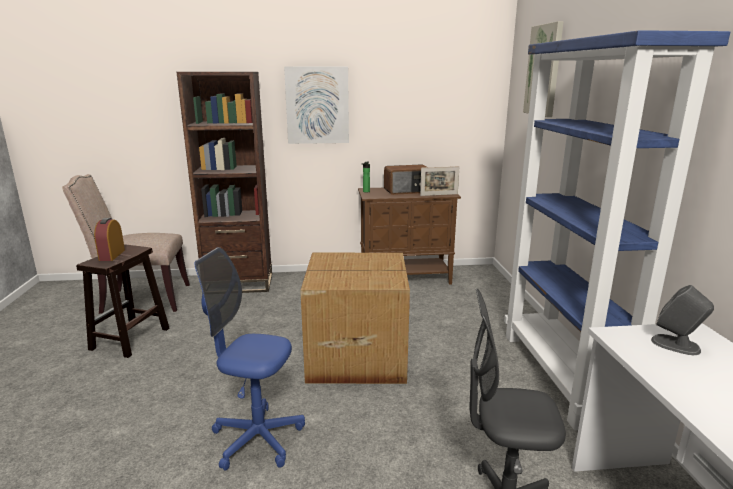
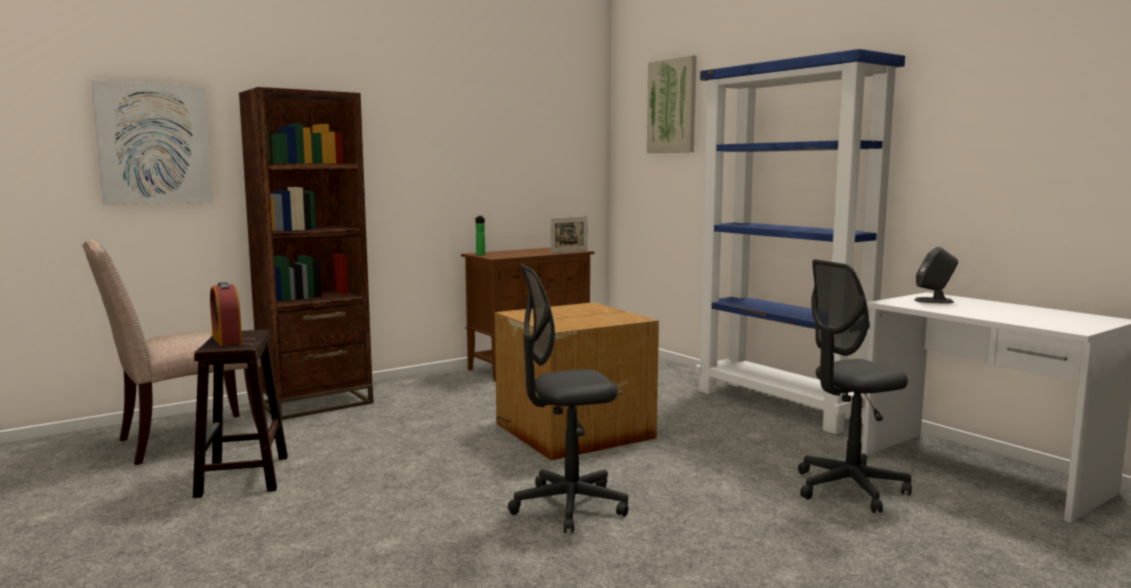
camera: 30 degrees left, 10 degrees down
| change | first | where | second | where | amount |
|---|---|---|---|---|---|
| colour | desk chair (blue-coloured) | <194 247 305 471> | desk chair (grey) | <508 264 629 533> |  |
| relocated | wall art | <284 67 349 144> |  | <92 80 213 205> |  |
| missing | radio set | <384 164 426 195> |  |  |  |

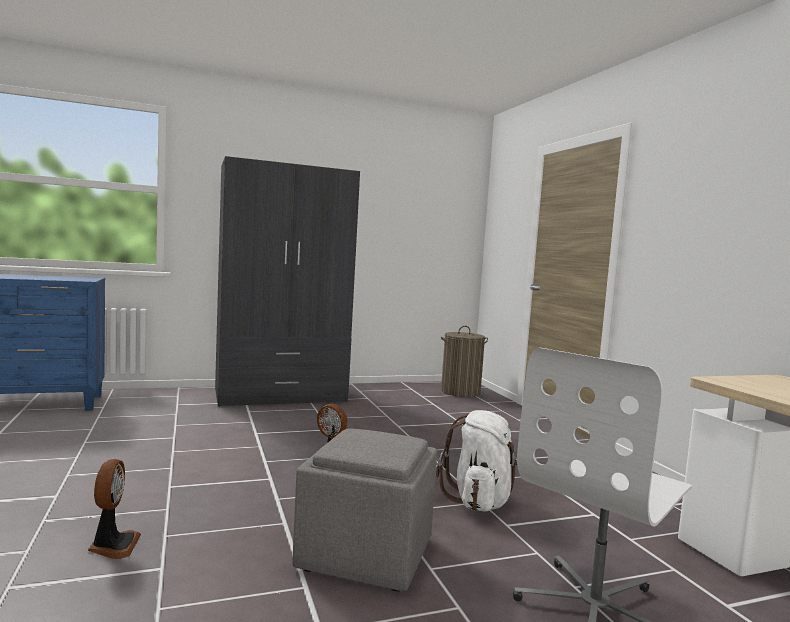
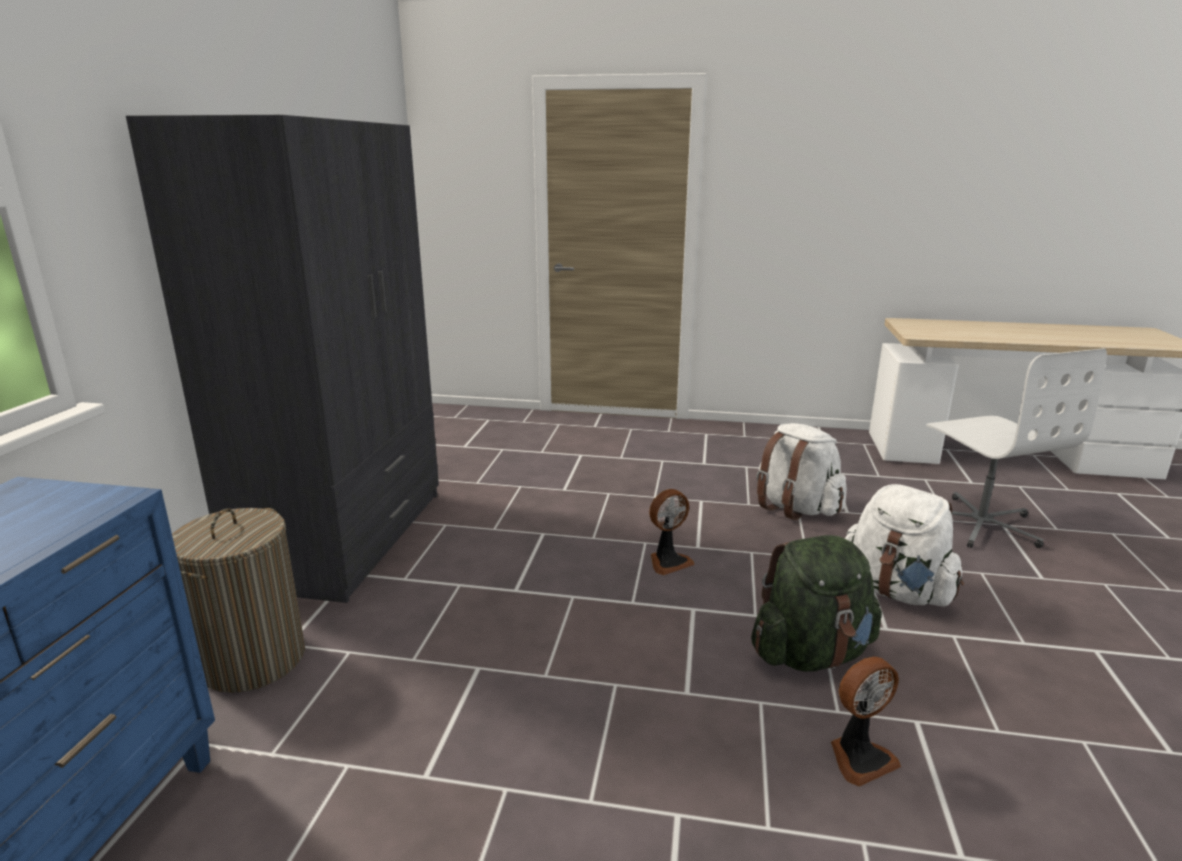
camera: 60 degrees left, 15 degrees up
| change | first | where | second | where | amount |
|---|---|---|---|---|---|
| spun | cooling fan | <88 459 141 559> |  | <831 657 901 787> | 135 degrees clockwise |
| exchanged | ottoman (grey) | <292 428 437 591> | knapsack (whitish) | <845 484 964 607> |  |
| relocated | hamper | <441 326 488 397> |  | <172 508 305 693> |  |
| appeared |  |  | knapsack (greenish) | <751 535 882 671> |  |

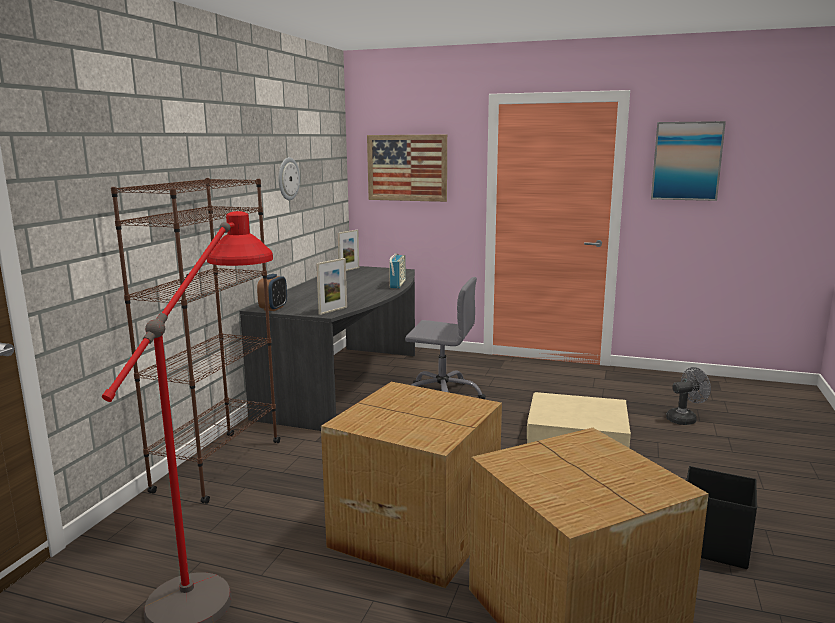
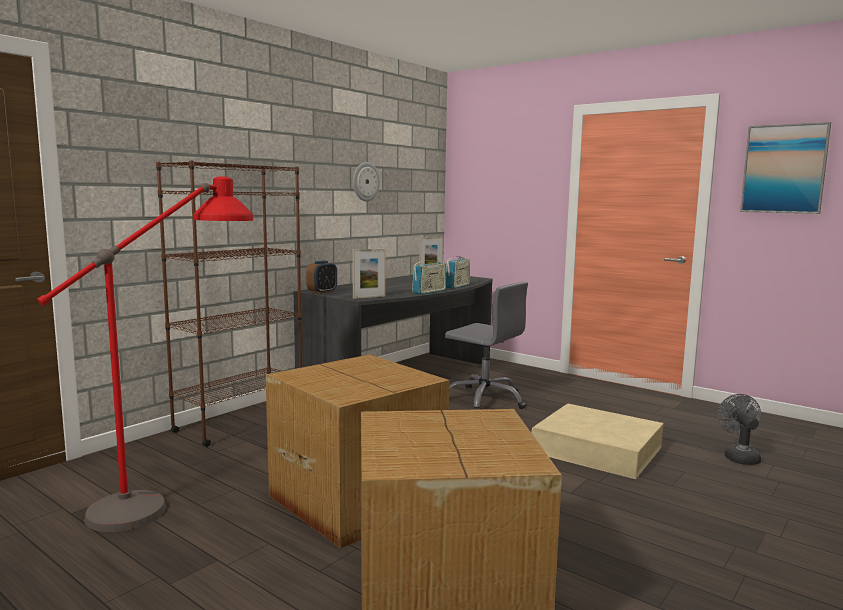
camera: 20 degrees right, 5 degrees down
| change | first | where | second | where | amount |
|---|---|---|---|---|---|
| missing | wall art | <367 134 447 202> |  |  |  |
| spun | cooling fan (grey) | <666 367 711 425> |  | <717 394 761 465> | 90 degrees counterclockwise |
| missing | storage box (blackish) | <686 466 757 569> |  |  |  |
| appeared |  |  | radio set | <412 258 446 295> |  |

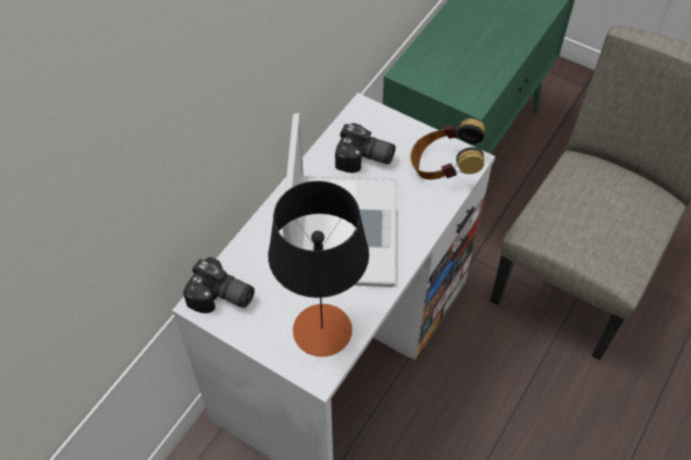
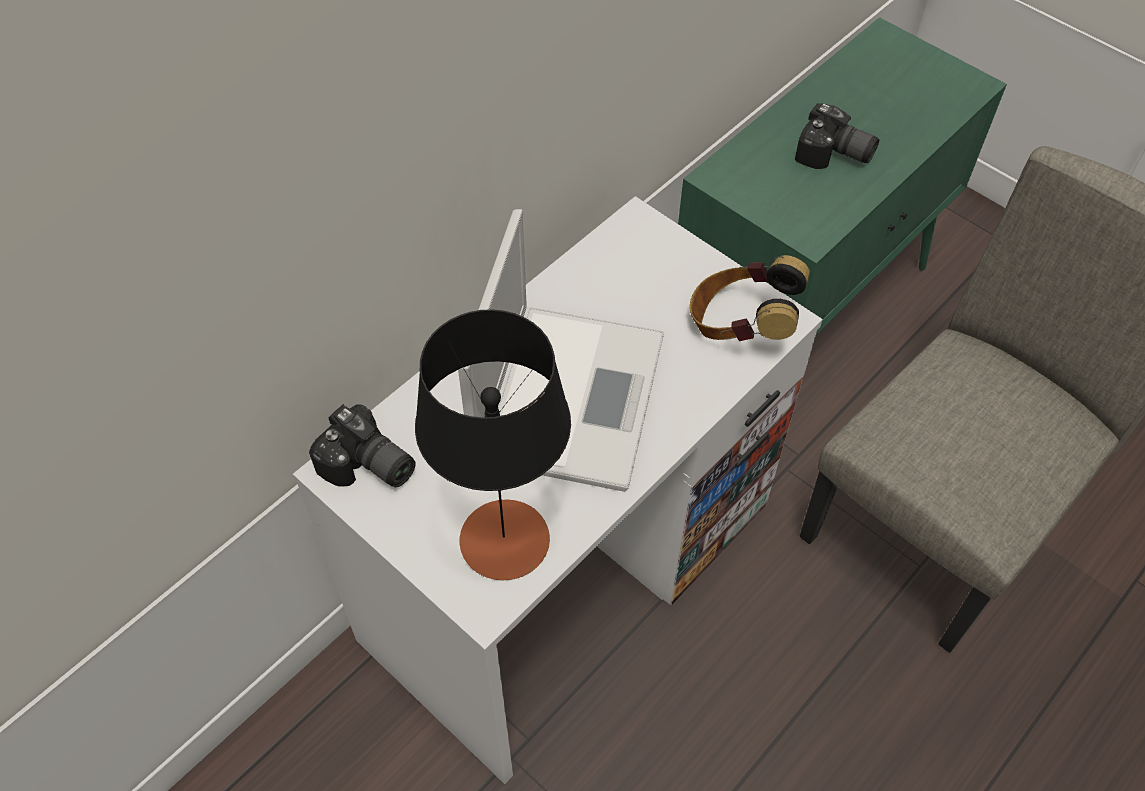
camera: 10 degrees right, 0 degrees up
| change | first | where | second | where | amount |
|---|---|---|---|---|---|
| relocated | still camera | <335 123 396 173> |  | <795 103 879 169> |  |

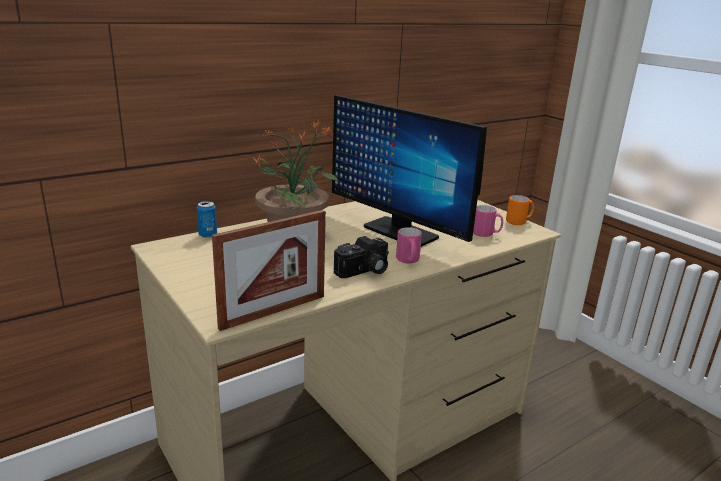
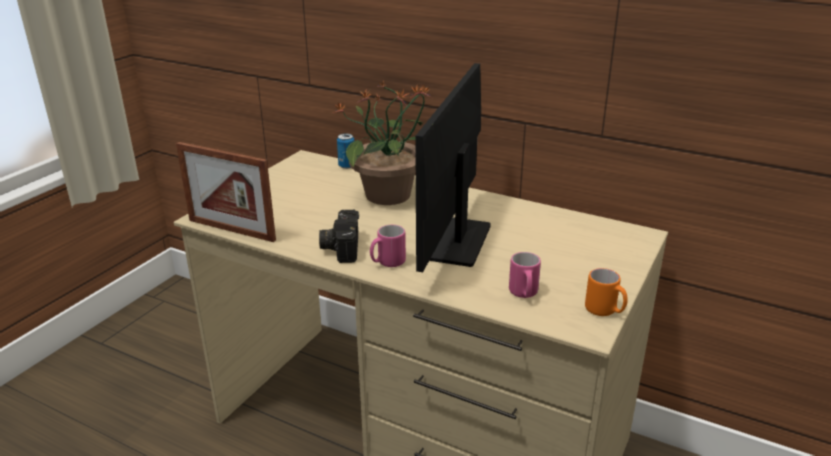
camera: 65 degrees right, 5 degrees up
| change | first | where | second | where | amount |
|---|---|---|---|---|---|
| spun | still camera | <334 236 389 278> |  | <319 210 359 263> | 60 degrees clockwise |

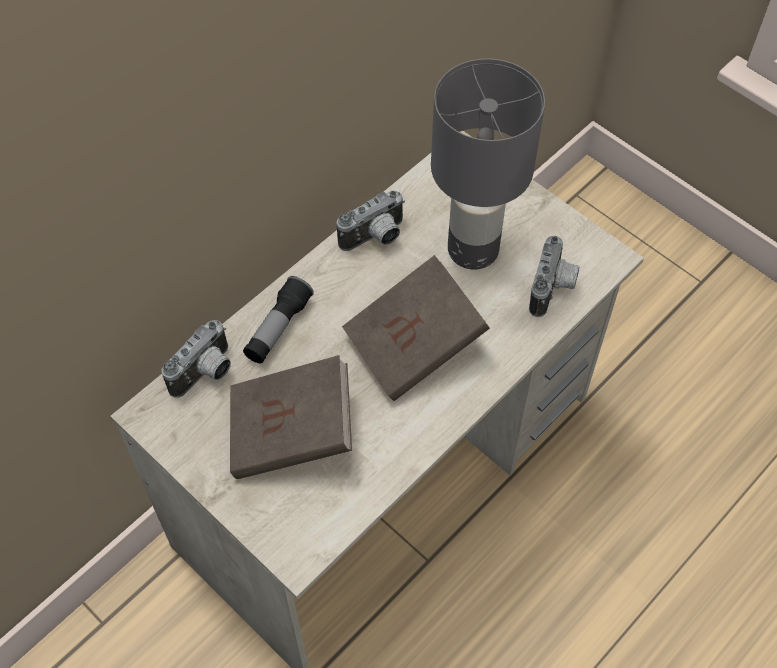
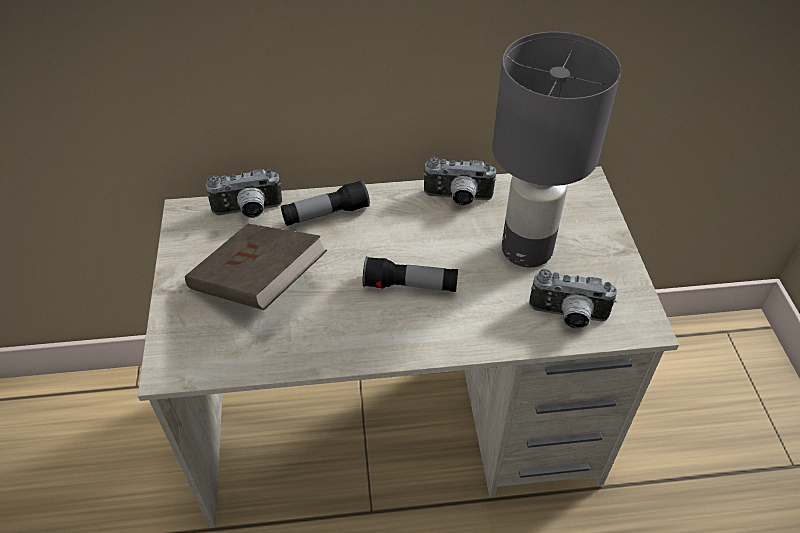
camera: 40 degrees right, 10 degrees down
| change | first | where | second | where | amount |
|---|---|---|---|---|---|
| exchanged | volume (brown-coloured) | <342 255 490 401> | torch | <363 256 458 292> |  |
| spun | still camera | <529 236 579 317> |  | <529 269 617 329> | 45 degrees clockwise |

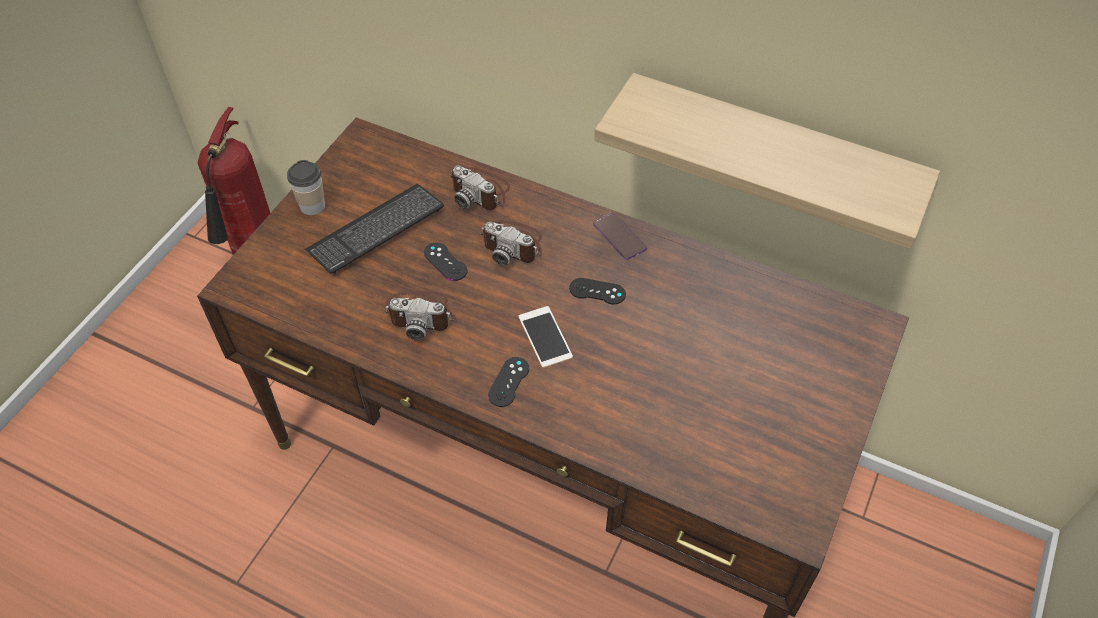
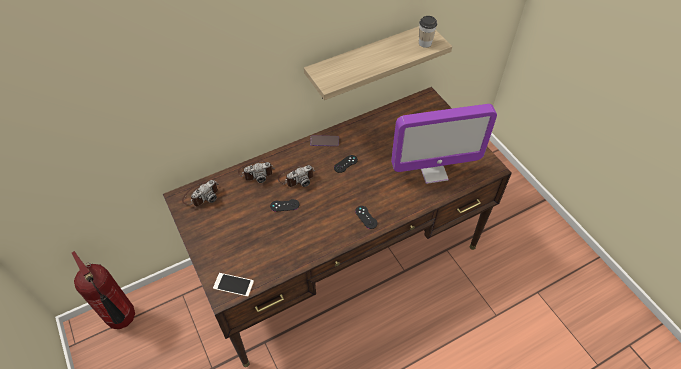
camera: 55 degrees left, 0 degrees up
| change | first | where | second | where | amount |
|---|---|---|---|---|---|
| relocated | small cup | <287 160 325 215> |  | <419 16 437 48> |  |
| missing | keyboard | <305 184 444 274> |  |  |  |
| relocated | still camera | <383 291 455 340> |  | <182 180 218 206> |  |
| relocated | telephone | <518 306 573 368> |  | <213 273 254 297> |  |
| appeared |  |  | computer display | <391 104 497 184> |  |

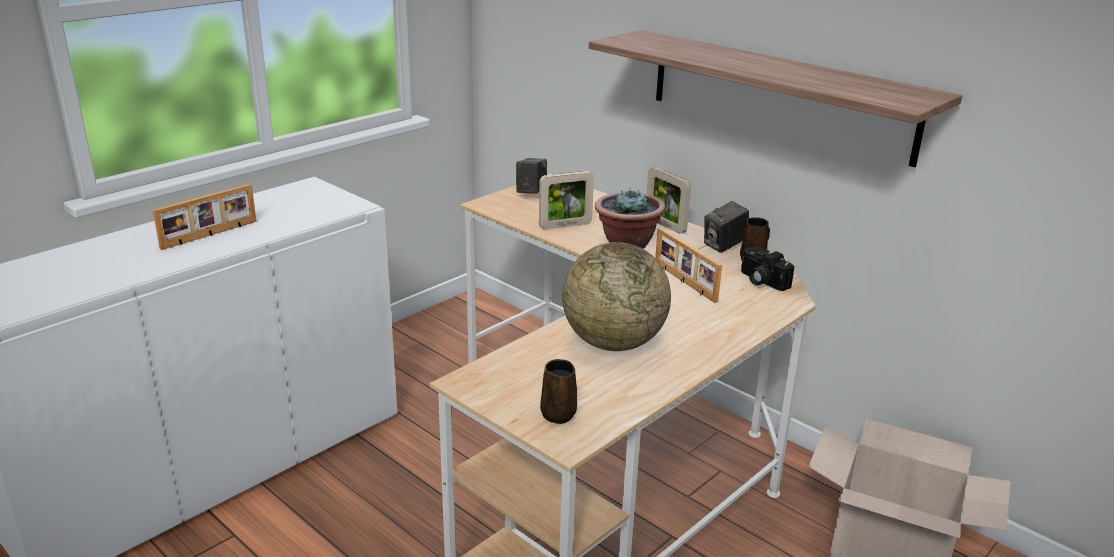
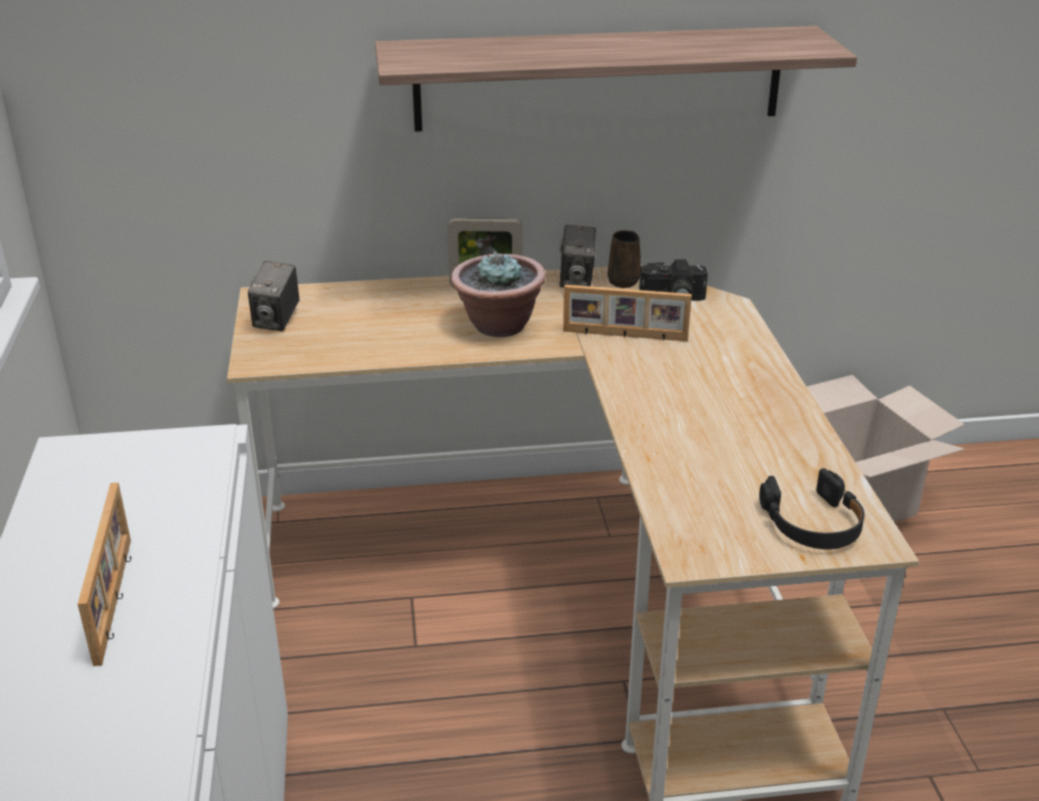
camera: 50 degrees left, 5 degrees up
| change | first | where | second | where | amount |
|---|---|---|---|---|---|
| spun | still camera | <516 158 547 194> |  | <248 261 299 331> | 135 degrees counterclockwise |
| missing | photo frame | <539 171 594 230> |  |  |  |
| exchanged | mug (brown-coloured) | <540 359 577 424> | pair of headphones (blackish) | <759 468 865 550> |  |
| missing | world globe | <562 242 671 351> |  |  |  |

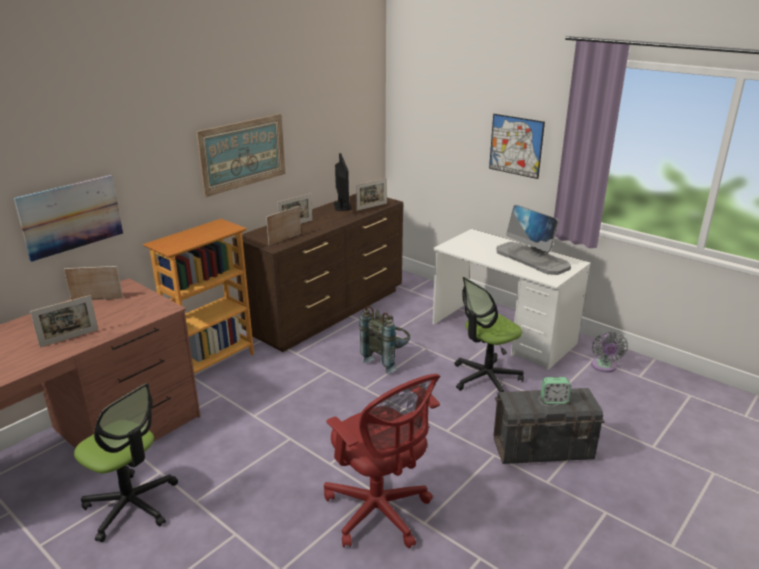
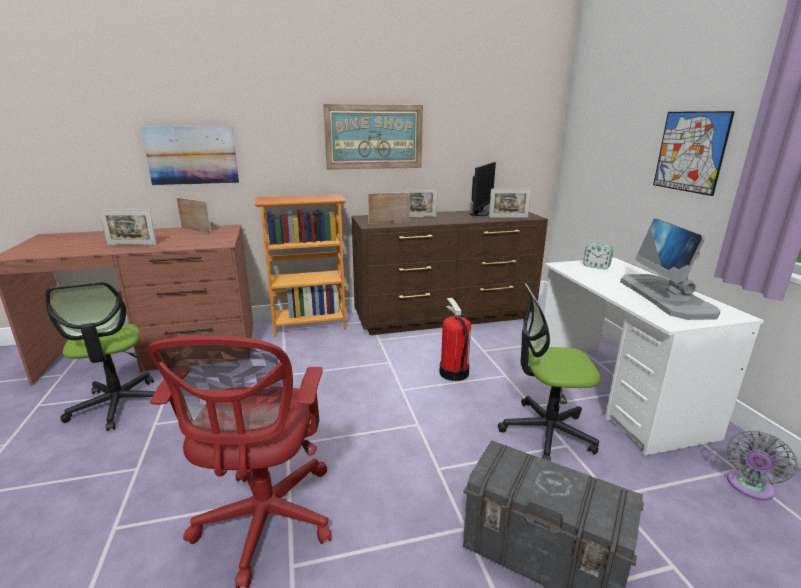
camera: 35 degrees right, 5 degrees down
| change | first | where | second | where | amount |
|---|---|---|---|---|---|
| exchanged | knapsack (grey) | <359 306 410 373> | extinguisher | <439 298 471 381> |  |
| relocated | bedside clock | <541 377 571 404> |  | <583 243 613 269> |  |

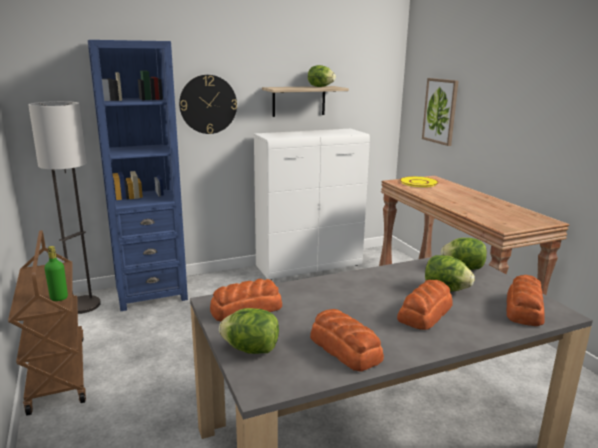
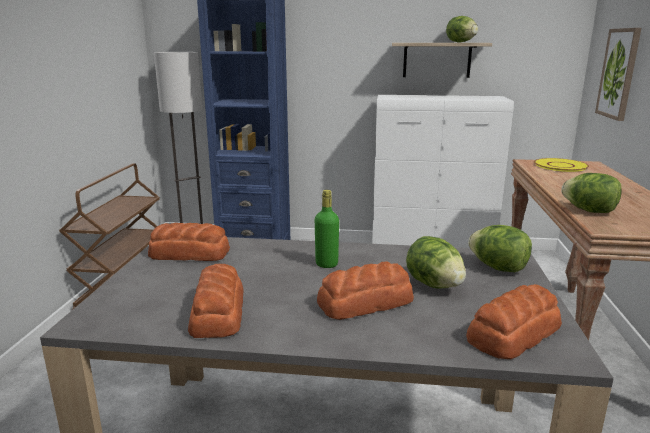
camera: 30 degrees right, 0 degrees up
| change | first | where | second | where | amount |
|---|---|---|---|---|---|
| relocated | beverage bottle (greenish) | <44 246 68 301> |  | <315 190 339 268> |  |
| missing | wall clock | <179 75 237 134> |  |  |  |
| relocated | head of lettuce | <219 308 279 354> |  | <561 173 622 213> |  |

